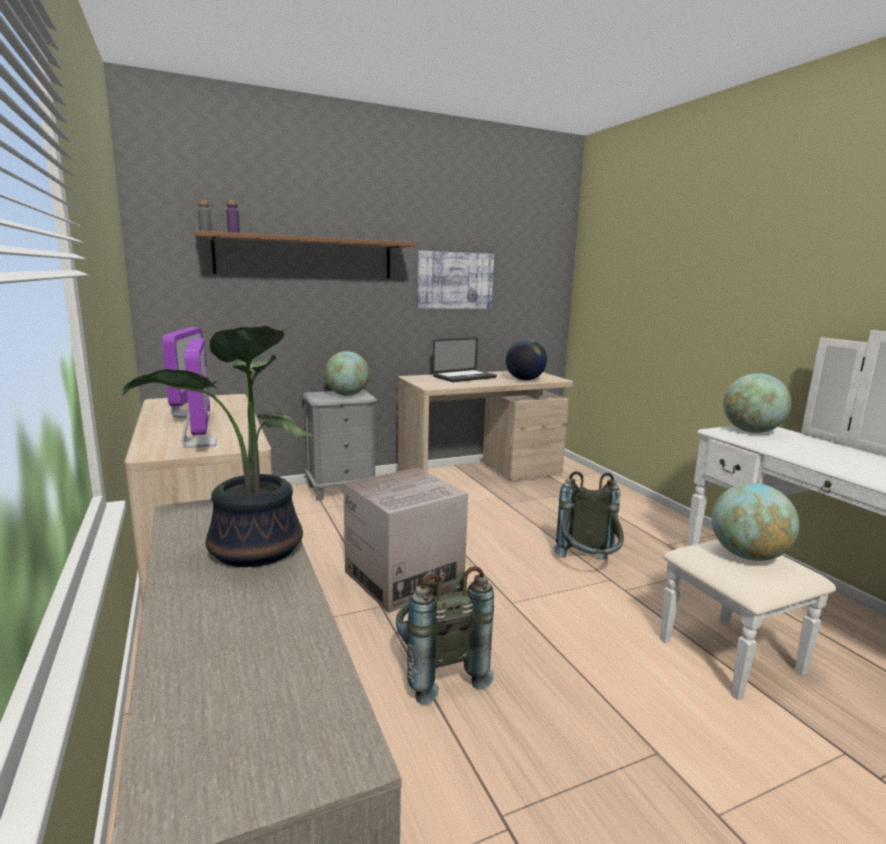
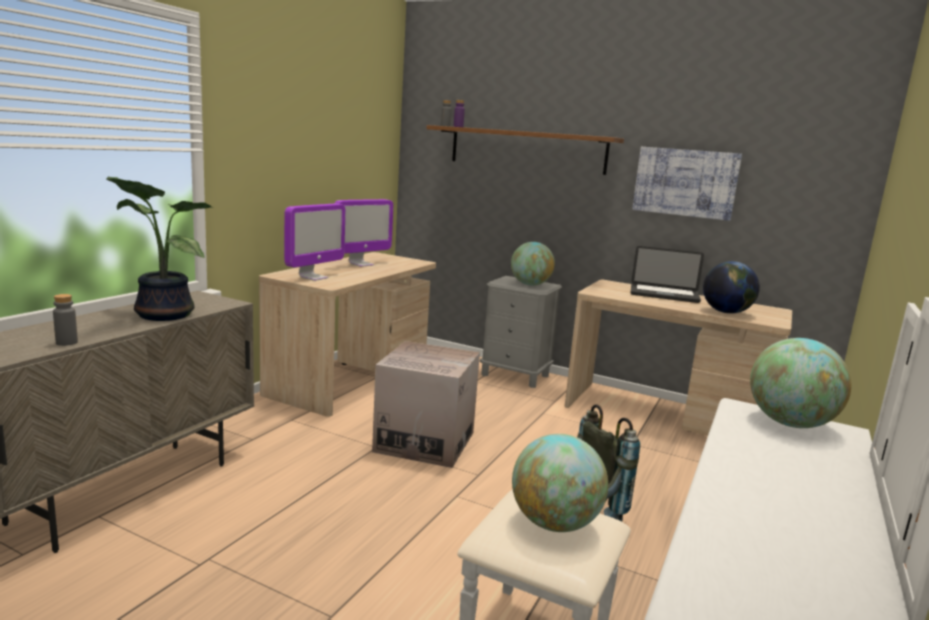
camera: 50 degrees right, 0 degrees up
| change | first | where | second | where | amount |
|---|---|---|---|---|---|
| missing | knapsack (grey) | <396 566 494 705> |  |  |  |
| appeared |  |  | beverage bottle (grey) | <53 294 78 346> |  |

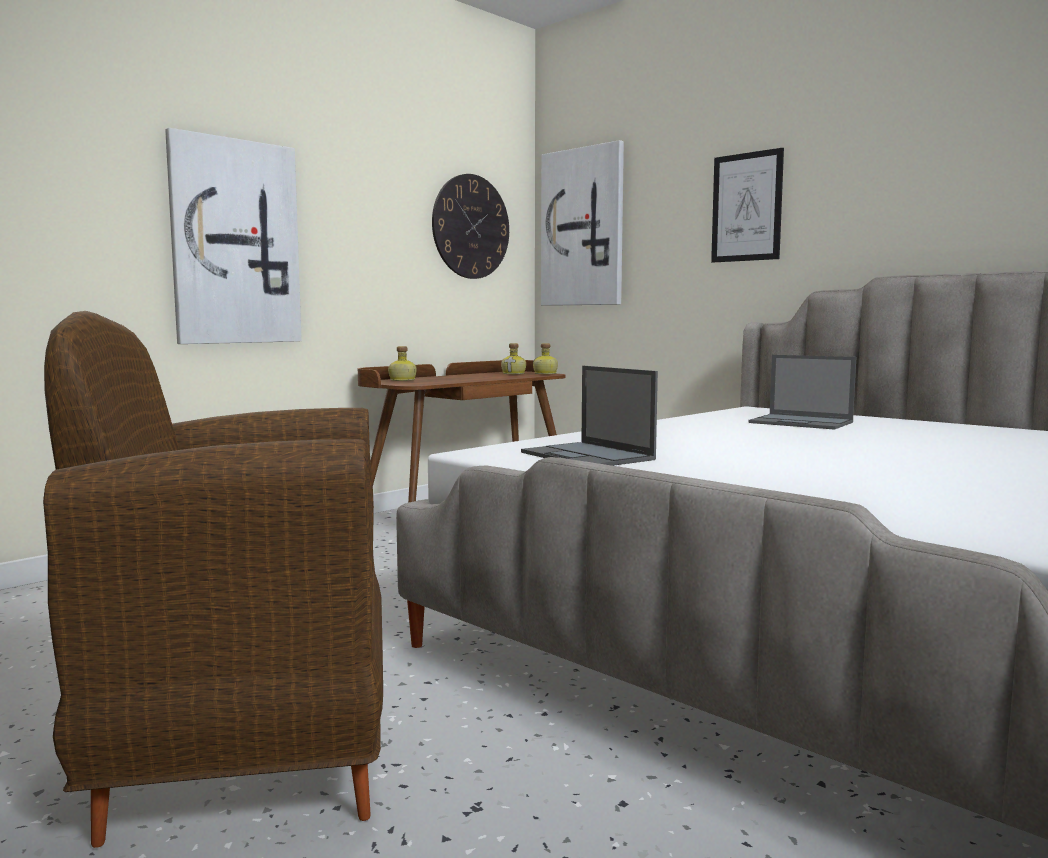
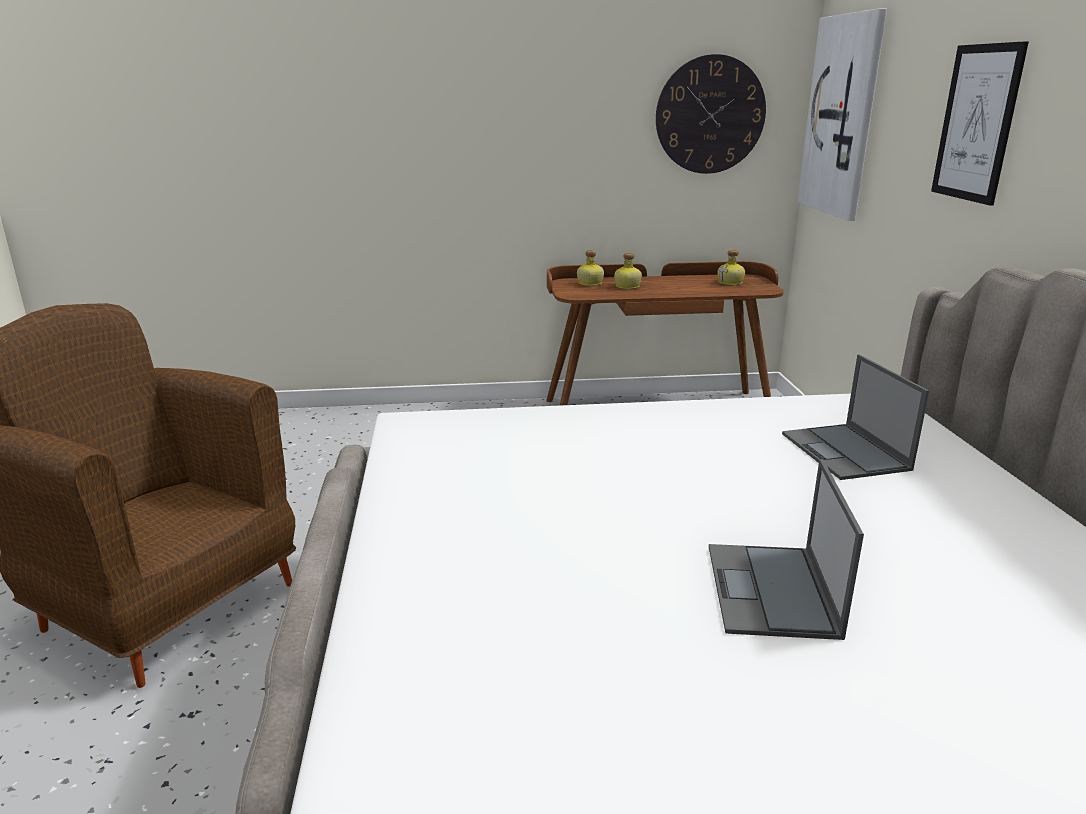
camera: 40 degrees right, 15 degrees up
| change | first | where | second | where | amount |
|---|---|---|---|---|---|
| missing | wall art | <165 128 302 344> |  |  |  |
| relocated | portable computer | <521 366 658 466> |  | <709 459 864 640> |  |
| relocated | beverage bottle | <533 343 558 374> |  | <614 253 642 289> |  |

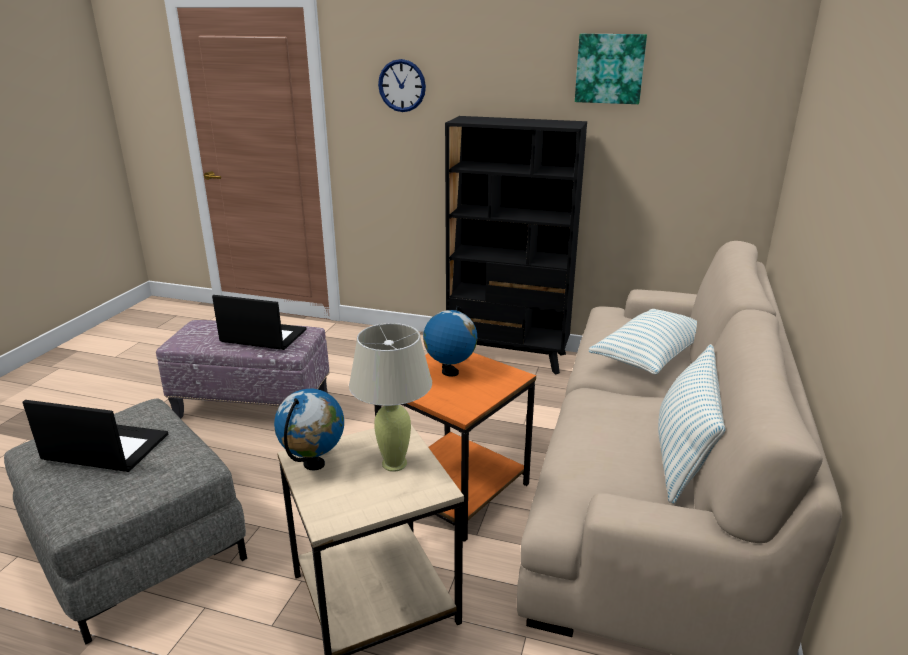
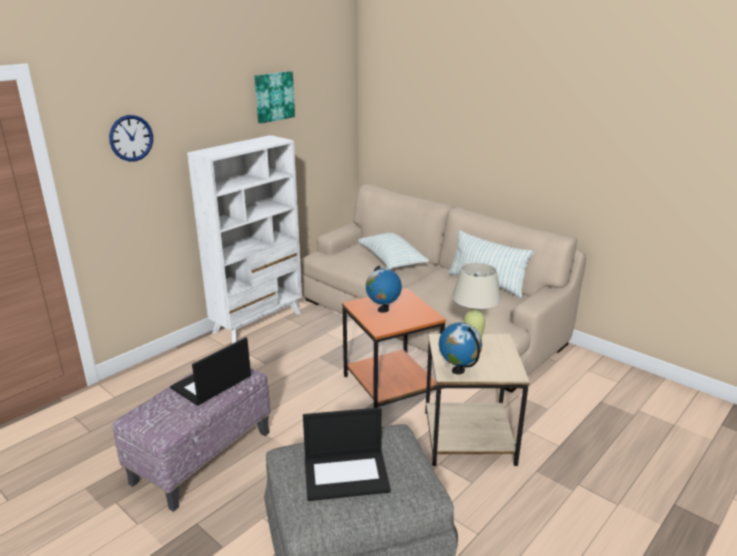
camera: 65 degrees left, 0 degrees up
| change | first | where | second | where | amount |
|---|---|---|---|---|---|
| spun | portable computer | <22 400 168 472> |  | <303 407 391 501> | 135 degrees counterclockwise |
| colour | shelving unit (blackish) | <445 116 587 374> | shelving unit (whitish) | <187 135 302 344> |  |

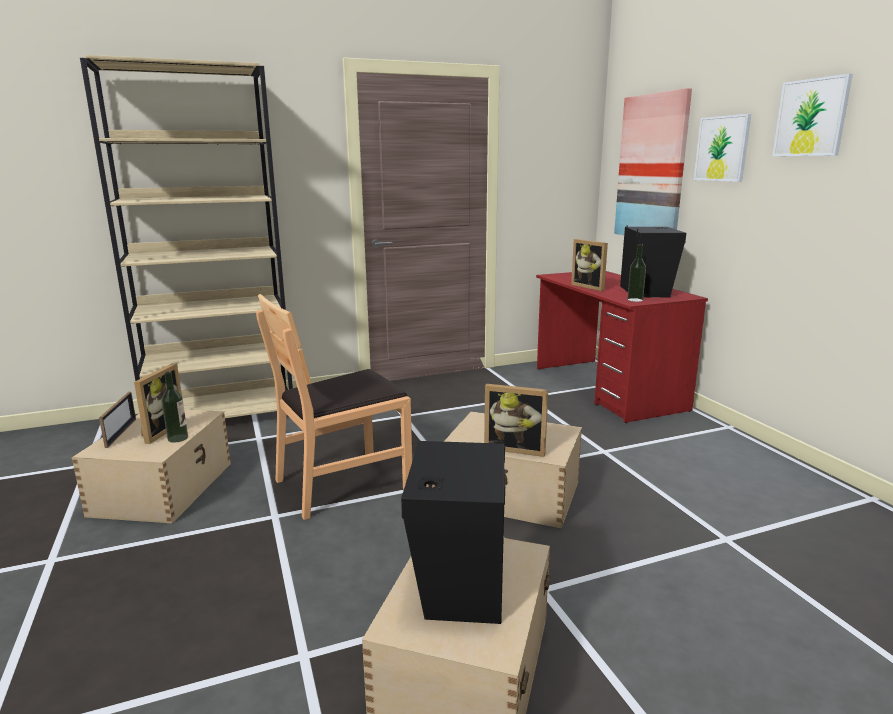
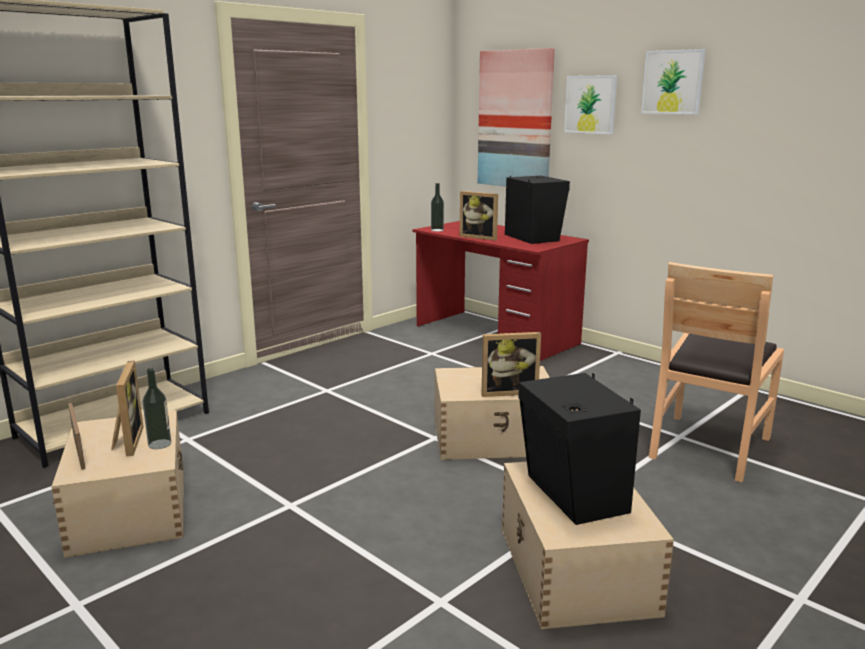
camera: 25 degrees left, 0 degrees up
| change | first | where | second | where | amount |
|---|---|---|---|---|---|
| relocated | upright chair (brown-coloured) | <256 294 412 520> |  | <649 262 784 483> |  |
| relocated | beverage bottle | <627 244 646 302> |  | <431 183 444 231> |  |

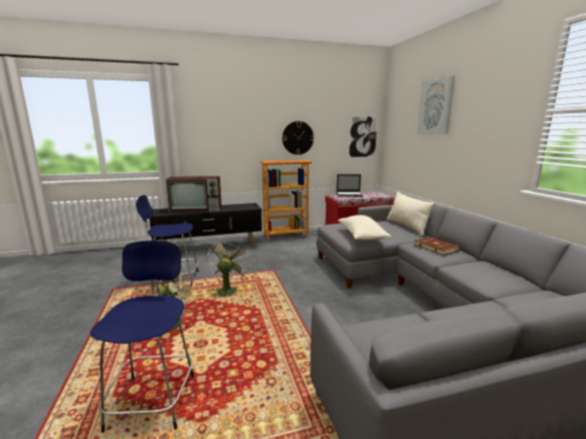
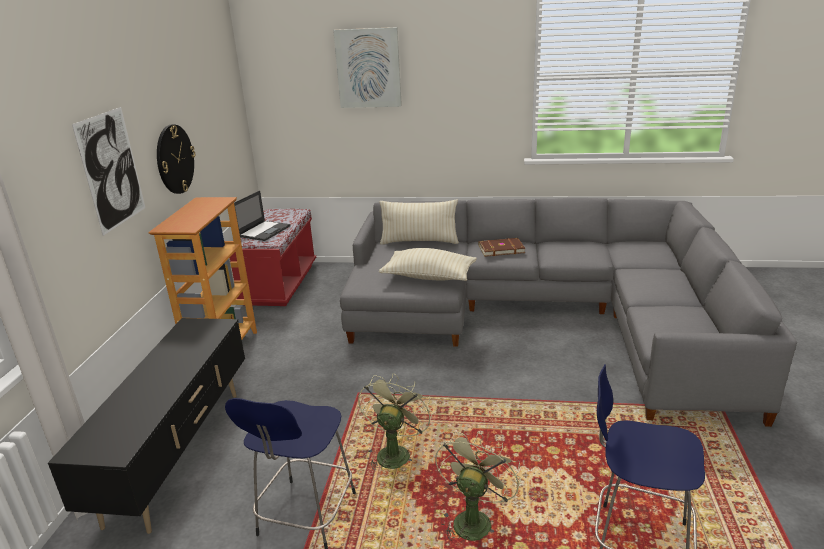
camera: 65 degrees left, 10 degrees up
| change | first | where | second | where | amount |
|---|---|---|---|---|---|
| missing | television | <165 176 222 212> |  |  |  |
| spun | cooling fan (greenish) | <206 239 250 297> |  | <358 373 433 470> | 75 degrees clockwise |
| relocated | wall art | <348 115 378 158> |  | <72 107 145 236> |  |

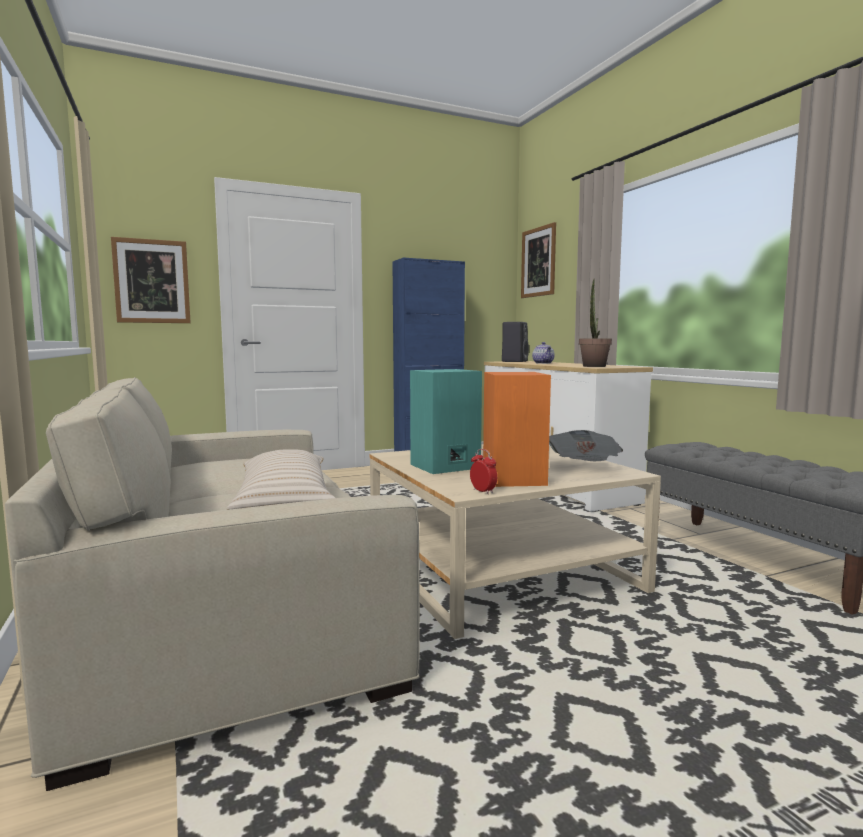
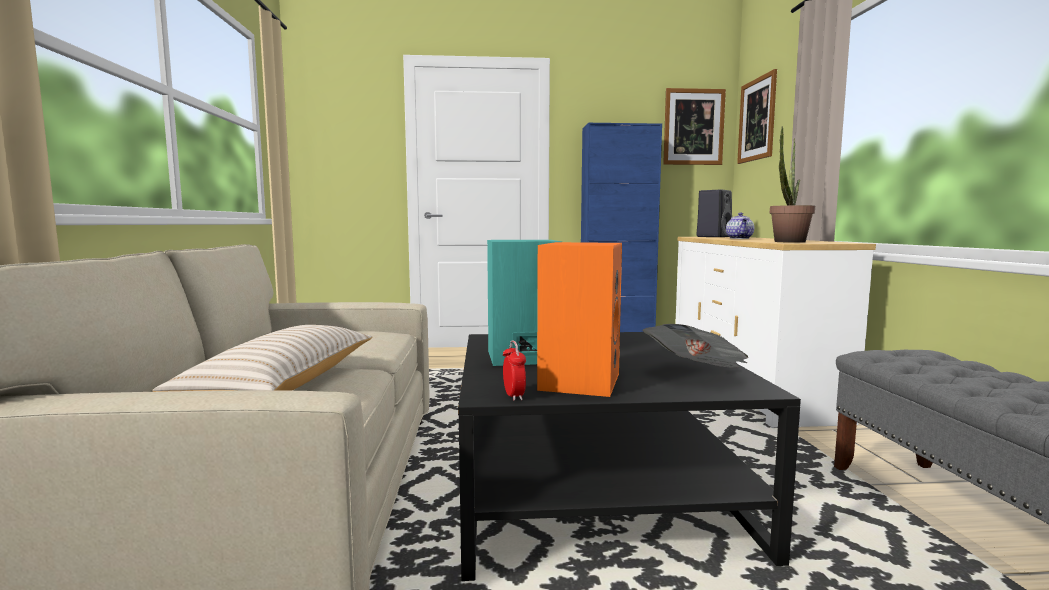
camera: 20 degrees right, 0 degrees up
| change | first | where | second | where | amount |
|---|---|---|---|---|---|
| relocated | wall art | <111 237 191 323> |  | <663 88 726 165> |  |
| colour | coffee table (beige-coloured) | <370 444 661 639> | coffee table (blackish) | <458 332 801 581> |  |

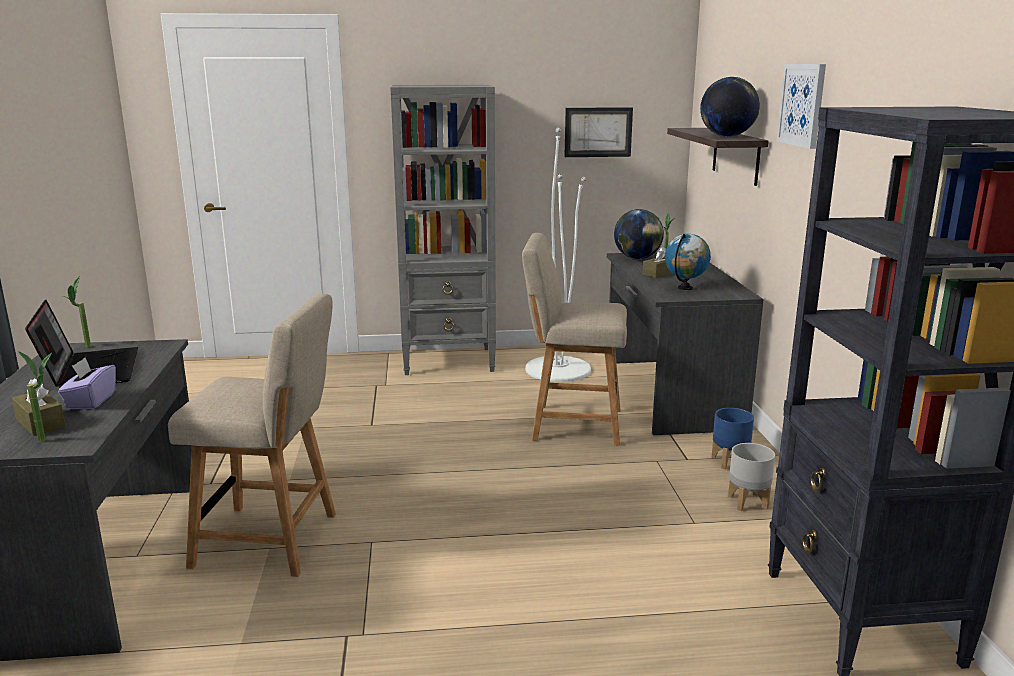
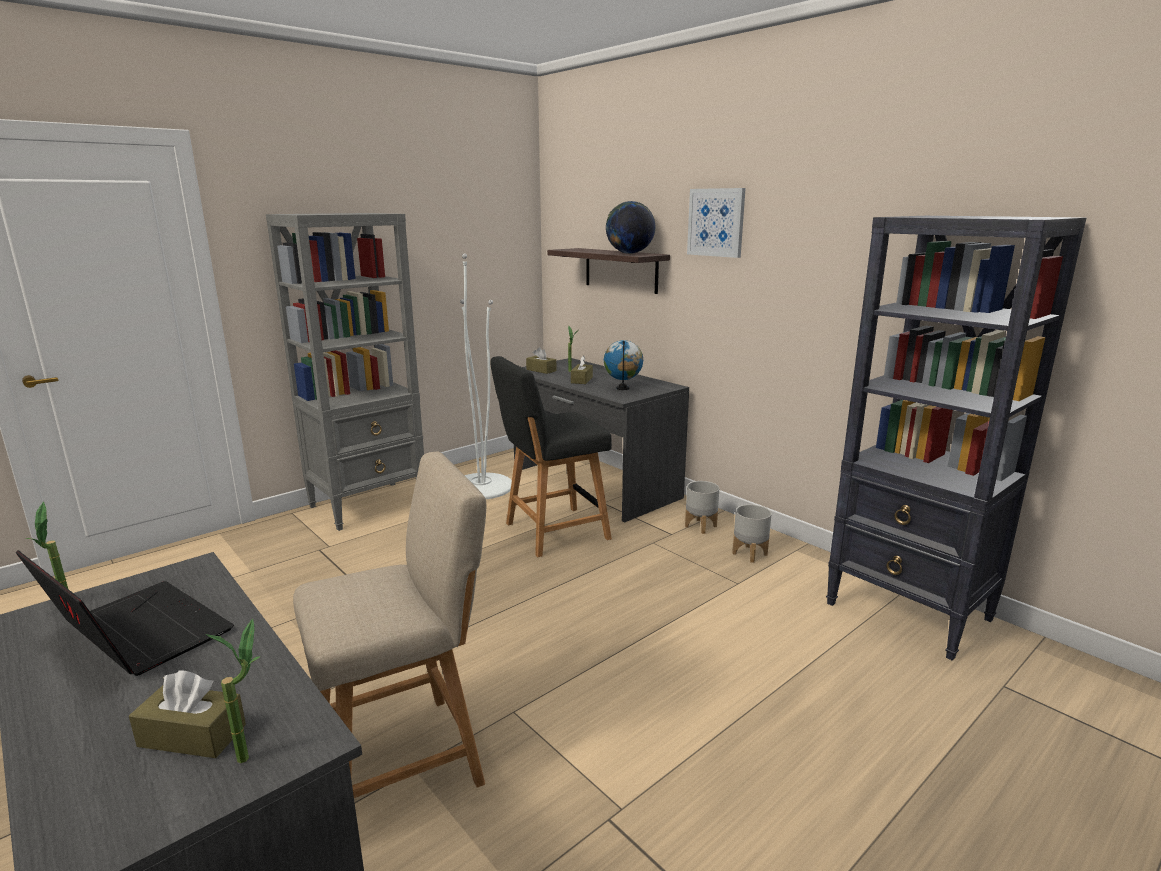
camera: 35 degrees left, 0 degrees up
| change | first | where | second | where | amount |
|---|---|---|---|---|---|
| missing | tissue box (purple) | <58 358 116 409> |  |  |  |
| colour | upright chair (beige-coloured) | <522 233 627 446> | upright chair (blackish) | <490 356 612 557> |  |
| missing | wall art | <564 107 633 157> |  |  |  |
| exchanged | world globe | <614 209 664 259> | tissue box (brown-coloured) | <526 347 556 374> |  |
| colour | plant pot (blue-coloured) | <711 408 754 469> | plant pot (grey) | <685 481 719 534> |  |

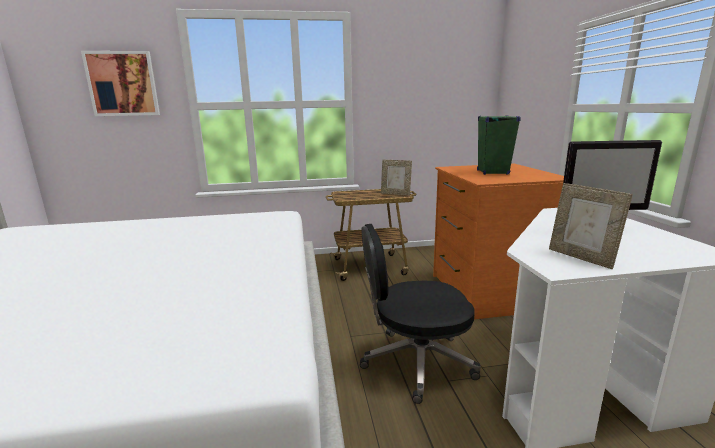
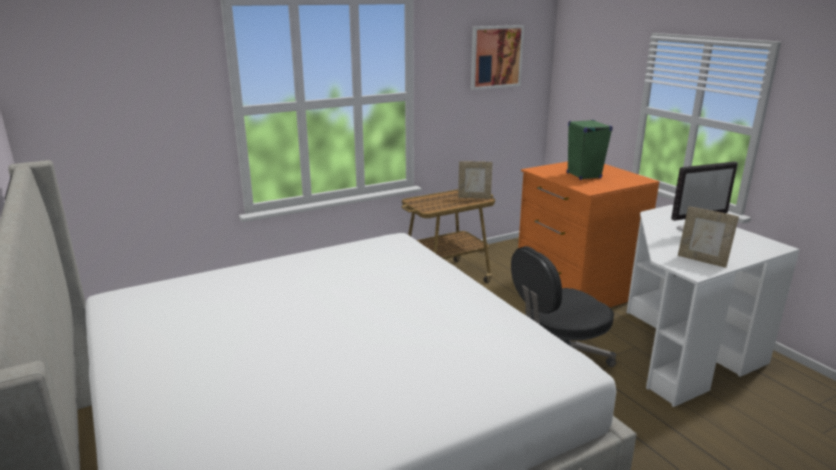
camera: 20 degrees left, 5 degrees up
| change | first | where | second | where | amount |
|---|---|---|---|---|---|
| relocated | wall art | <81 51 160 116> |  | <471 25 524 90> |  |

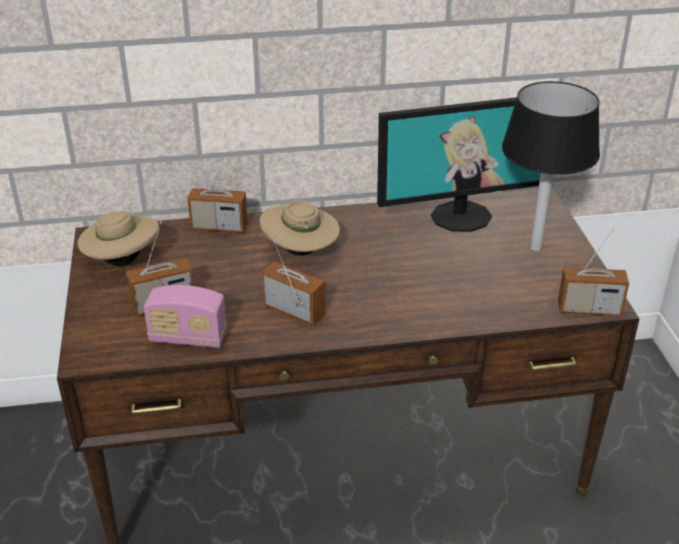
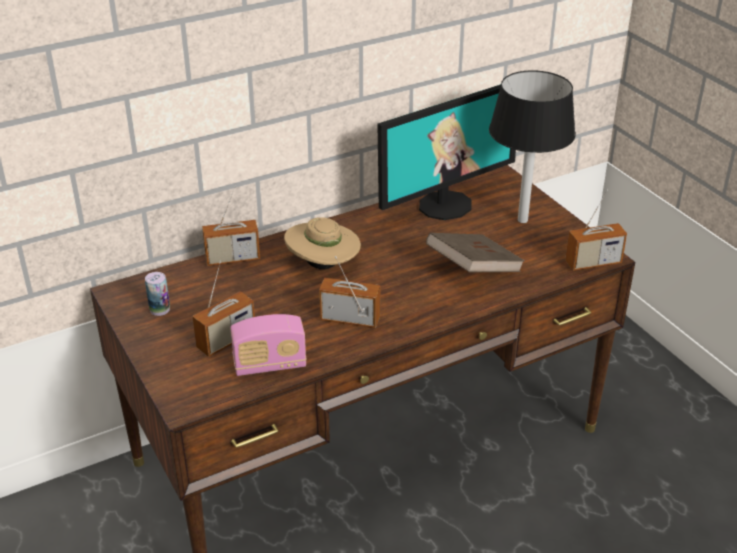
camera: 20 degrees left, 0 degrees up
| change | first | where | second | where | amount |
|---|---|---|---|---|---|
| exchanged | wearable hat (beige-coloured) | <78 203 159 266> | can | <145 272 170 316> |  |
| appeared |  |  | volume (brown-coloured) | <426 233 525 272> |  |

